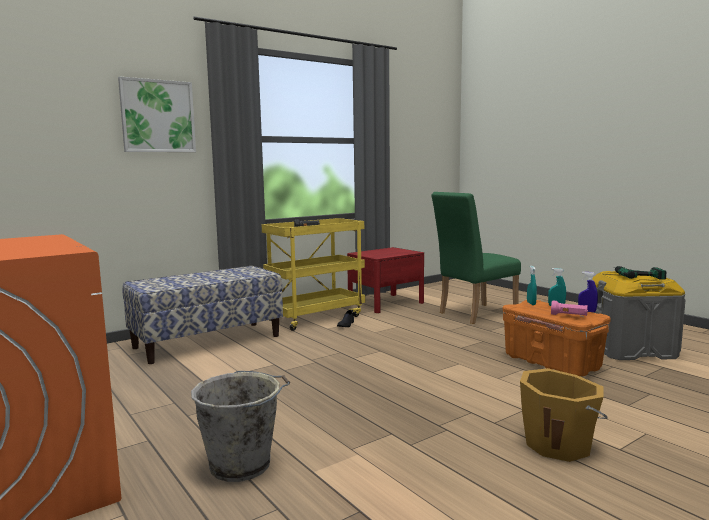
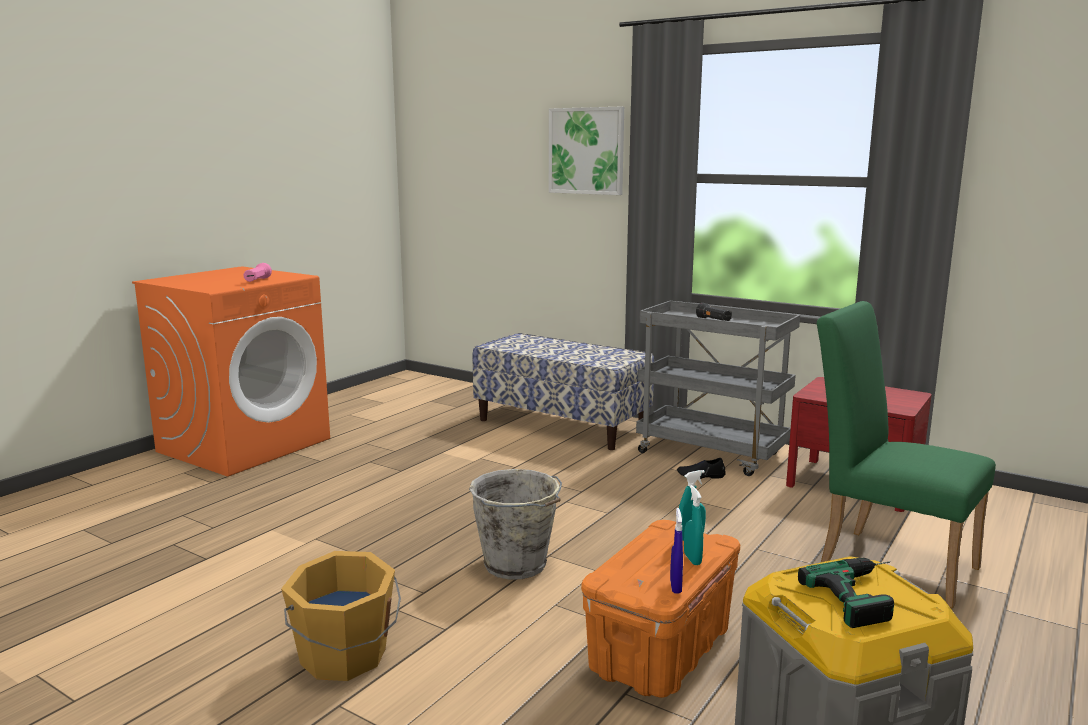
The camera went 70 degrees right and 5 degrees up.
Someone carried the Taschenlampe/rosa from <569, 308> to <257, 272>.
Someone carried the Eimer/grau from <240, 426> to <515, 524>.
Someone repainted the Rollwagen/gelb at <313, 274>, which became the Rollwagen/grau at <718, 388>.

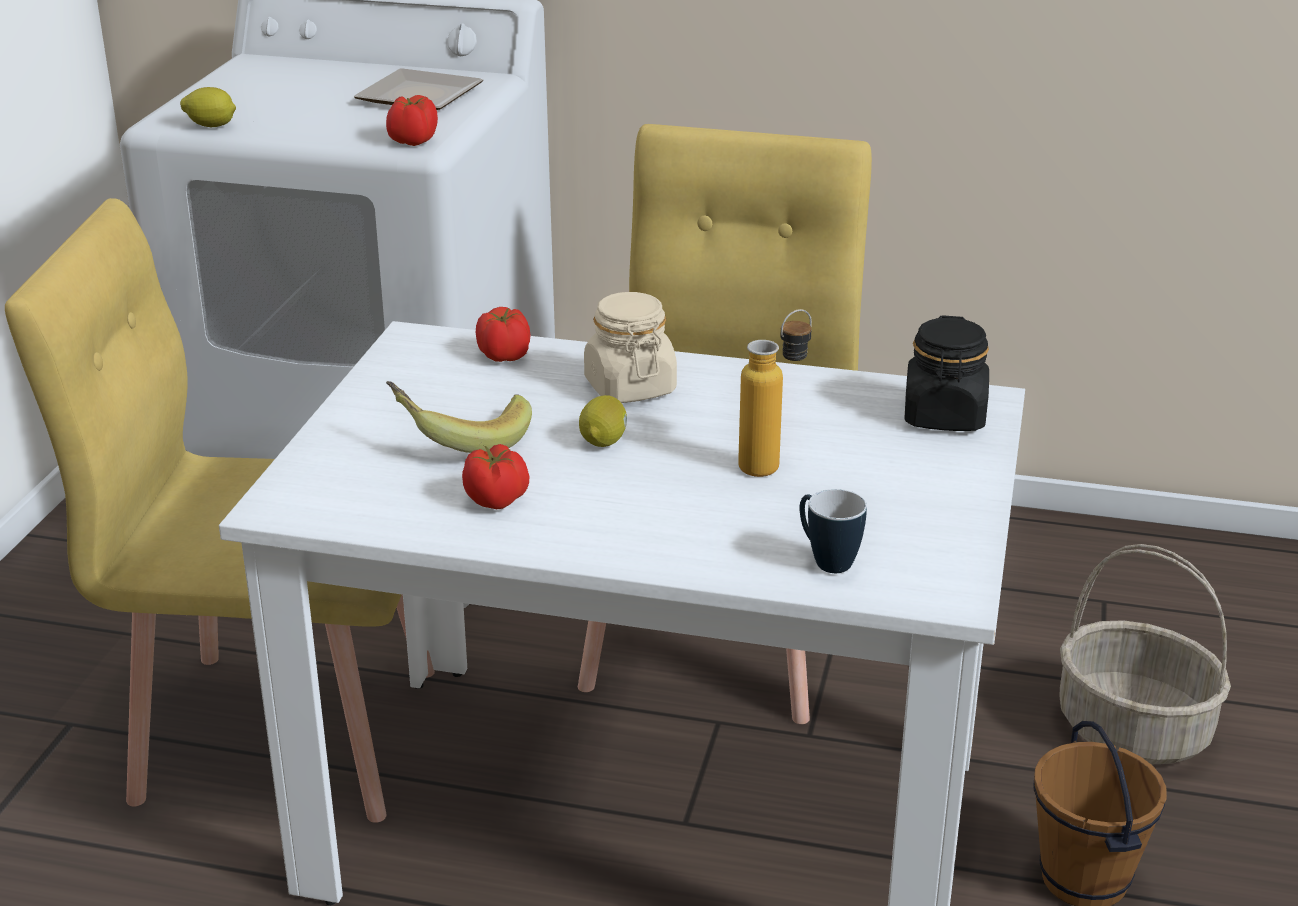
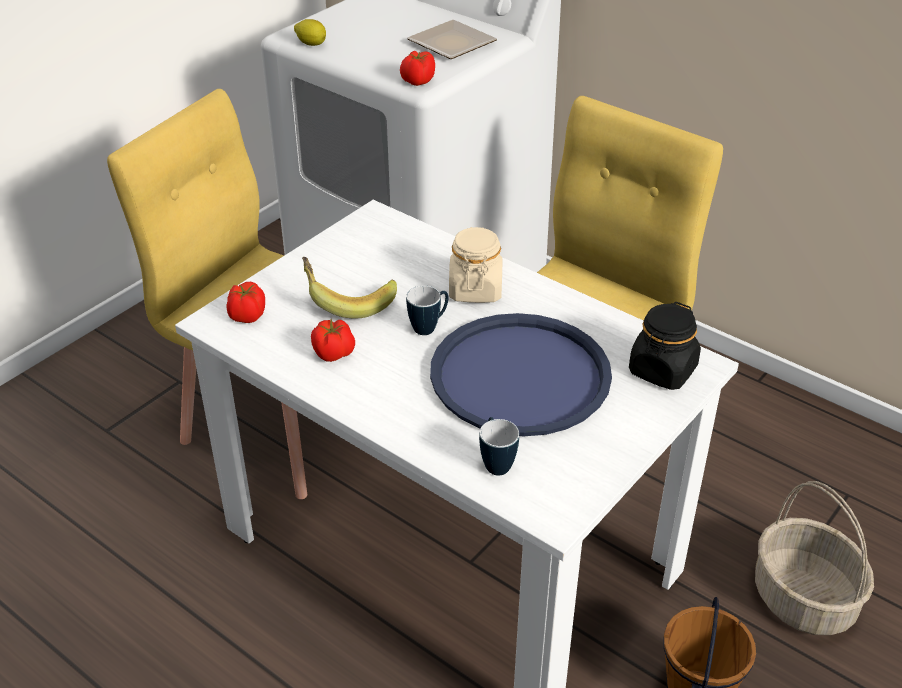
The camera went 25 degrees right and 10 degrees up.
Someone carried the Tomate from <503, 334> to <246, 302>.
Someone swapped the Zitrone at <603, 421> for the Henkelbecher at <427, 310>.
Someone swapped the Flasche at <775, 393> for the Tablett/blau at <521, 374>.

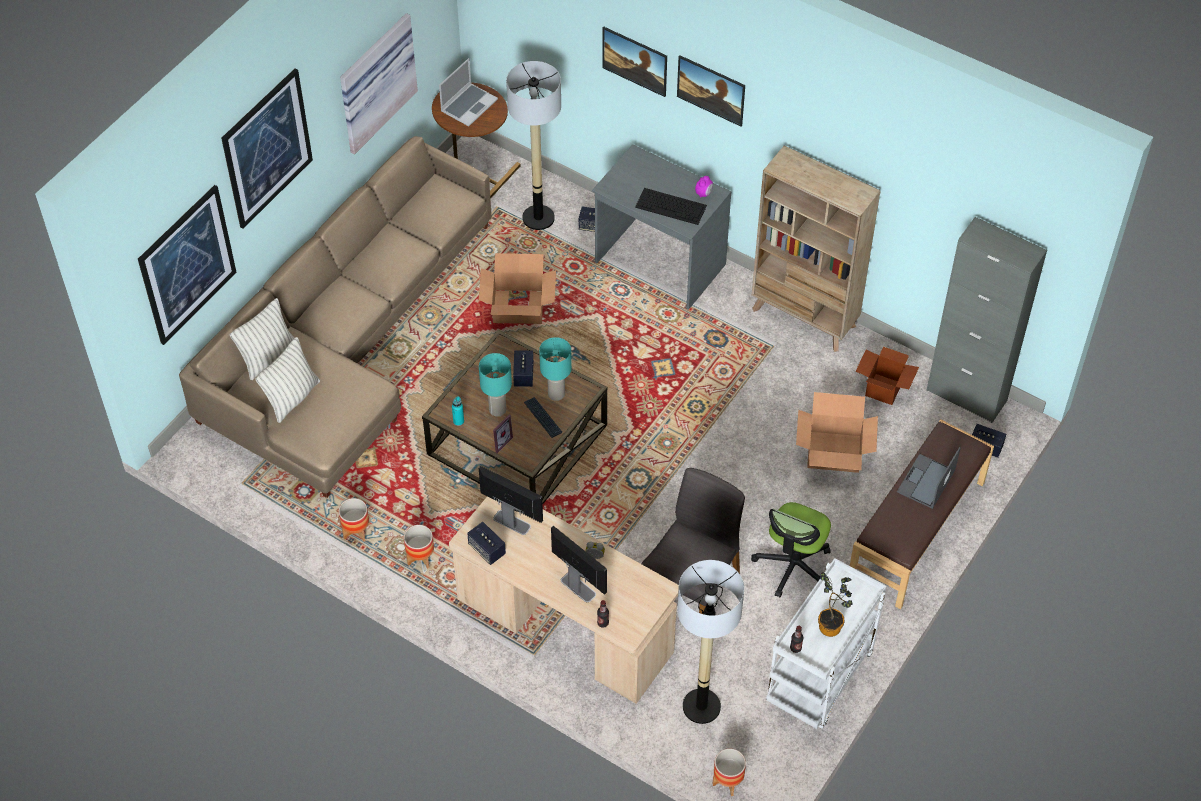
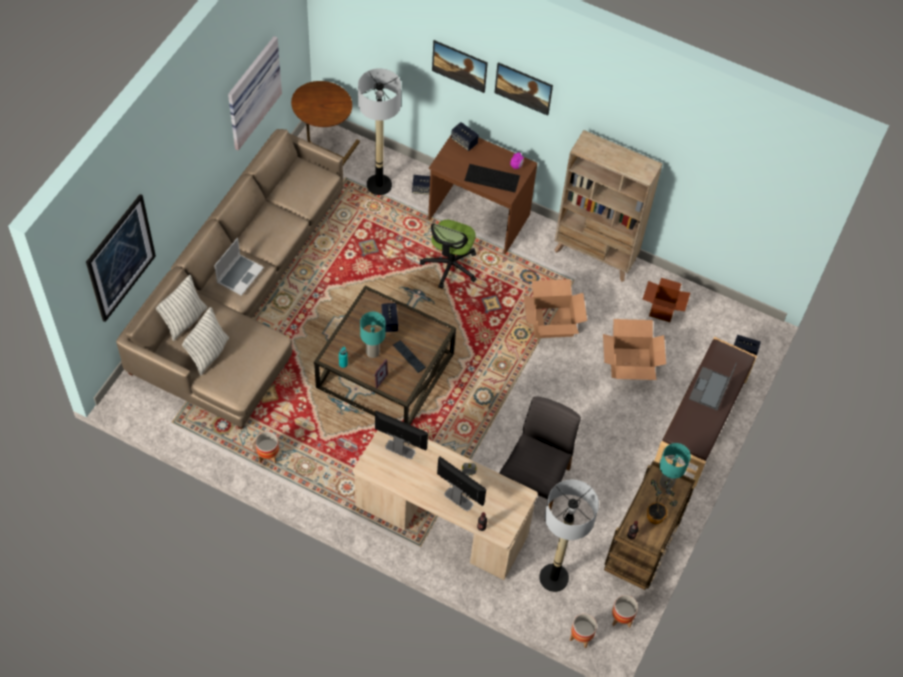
The camera went 10 degrees left and 5 degrees up.
Someone carried the Laptop from <468, 92> to <239, 267>.
Someone carried the Bürostuhl from <791, 550> to <448, 254>.
Someone repainted the Schreibtisch/grau at <661, 227>, which became the Schreibtisch/braun at <482, 194>.
Someone carried the Lautsprecher from <486, 543> to <465, 136>.
Someone carried the Karton from <517, 288> to <555, 308>.
Someone repainted the Rollwagen/weiß at <826, 643>, which became the Rollwagen/braun at <649, 525>.
Someone carried the Pflanzkübel from <419, 547> to <625, 611>.
Someone carried the Tischlampe/türkis from <555, 369> to <675, 466>.
Someone took away the Bild at <267, 148>.
Someone took away the Schrank/grau at <986, 320>.

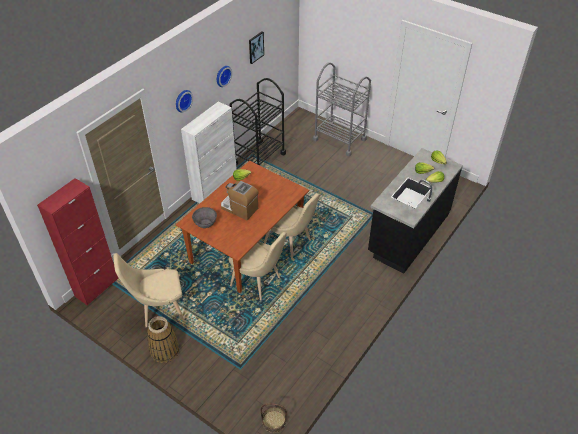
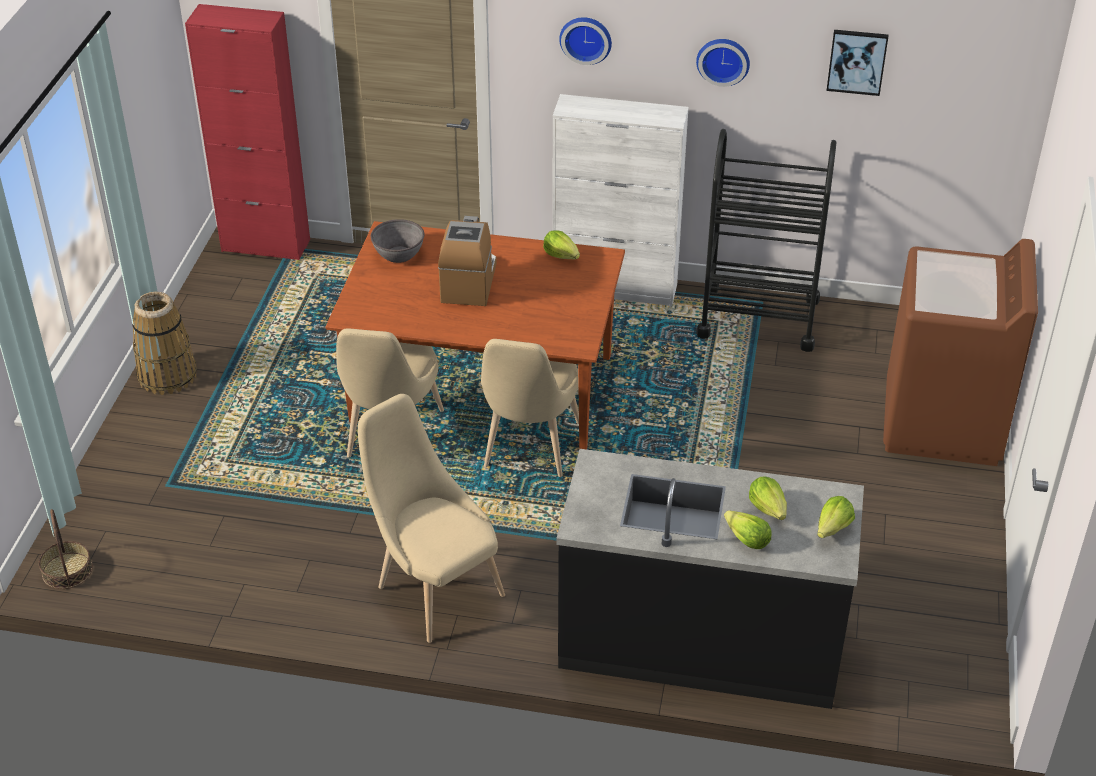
The camera went 65 degrees right and 5 degrees down.
Someone carried the Stuhl/beige from <148, 290> to <431, 518>.
Someone swapped the Rollwagen/grau at <342, 109> for the Waschmaschine/braun at <960, 352>.

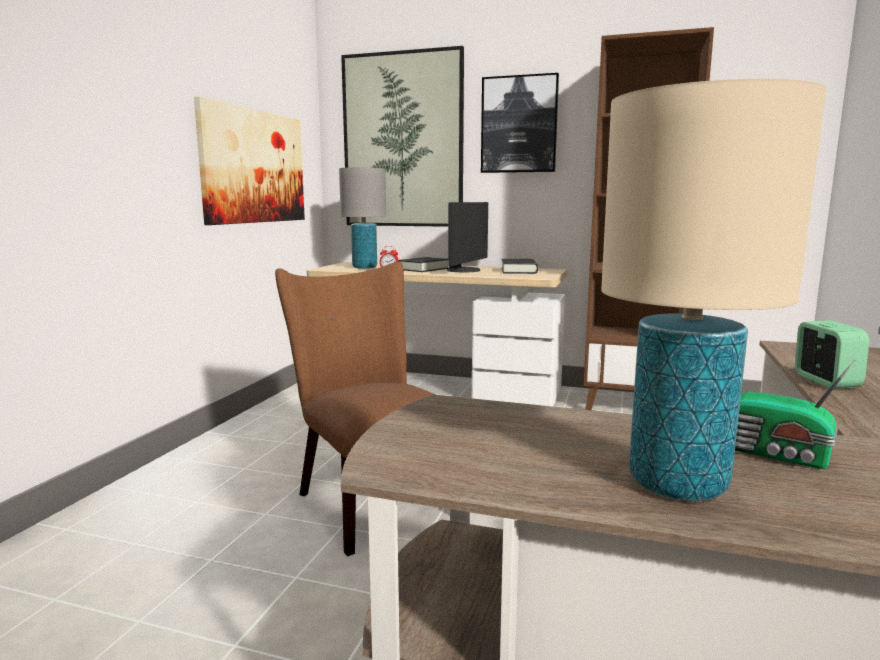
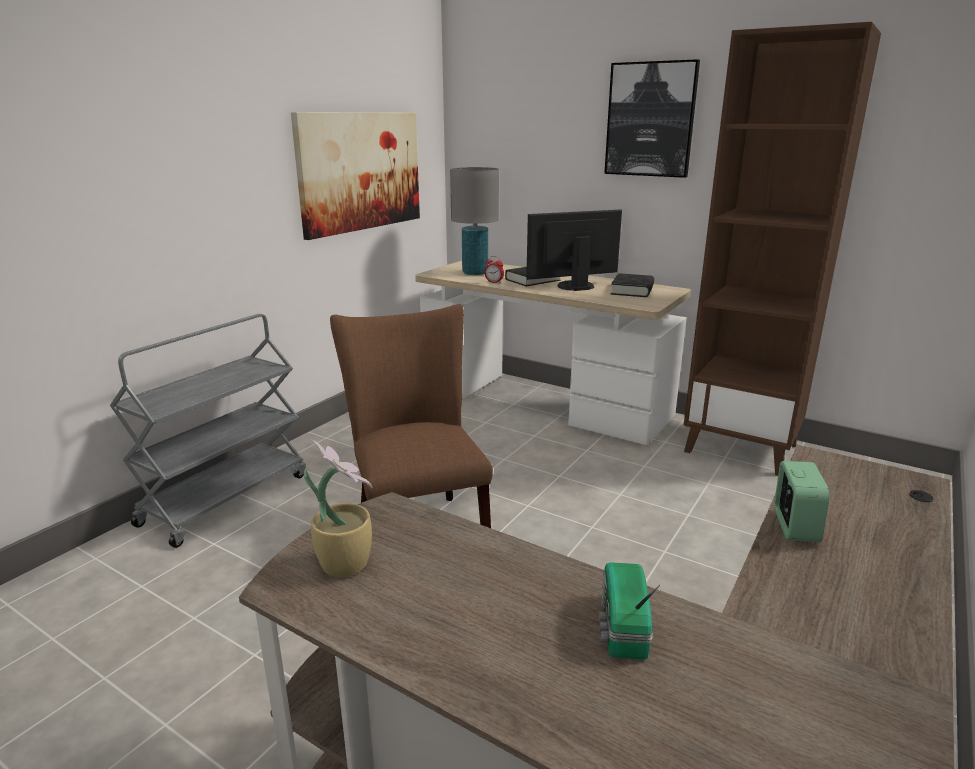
The camera went 15 degrees right and 10 degrees up.
Someone put down the Rollwagen/grau at <208, 431>.
Someone put down the Topfpflanze at <338, 508>.
Someone rotated the Monitor at <467, 237> by 150 degrees counterclockwise.
Someone rotated the Radio at <795, 414> by 45 degrees clockwise.
Someone took away the Bild at <402, 136>.
Someone took away the Tischlampe/beige at <713, 290>.

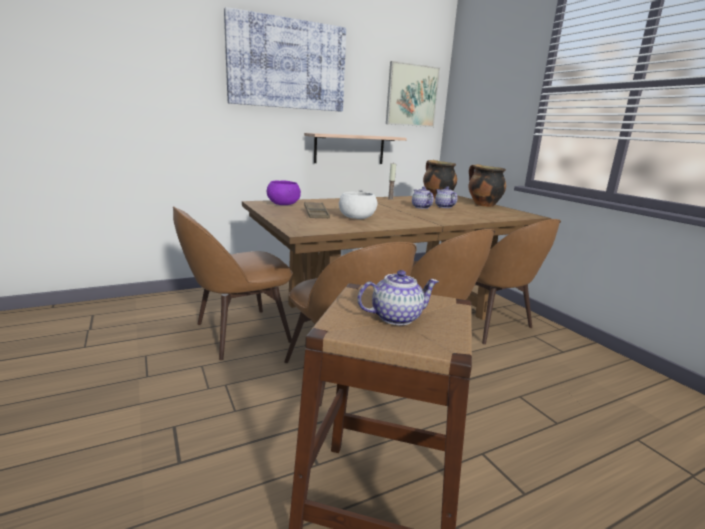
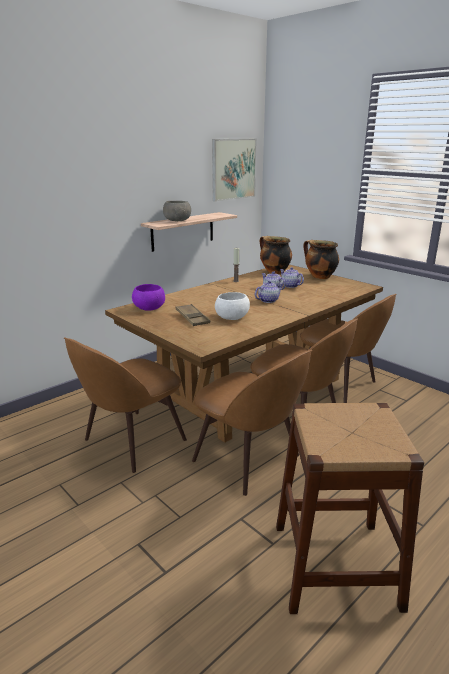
The camera went 15 degrees left and 5 degrees up.
Someone put down the Schüssel/grau at <177, 211>.
Someone carried the Teekanne from <398, 297> to <269, 292>.
Someone took away the Bild at <285, 59>.

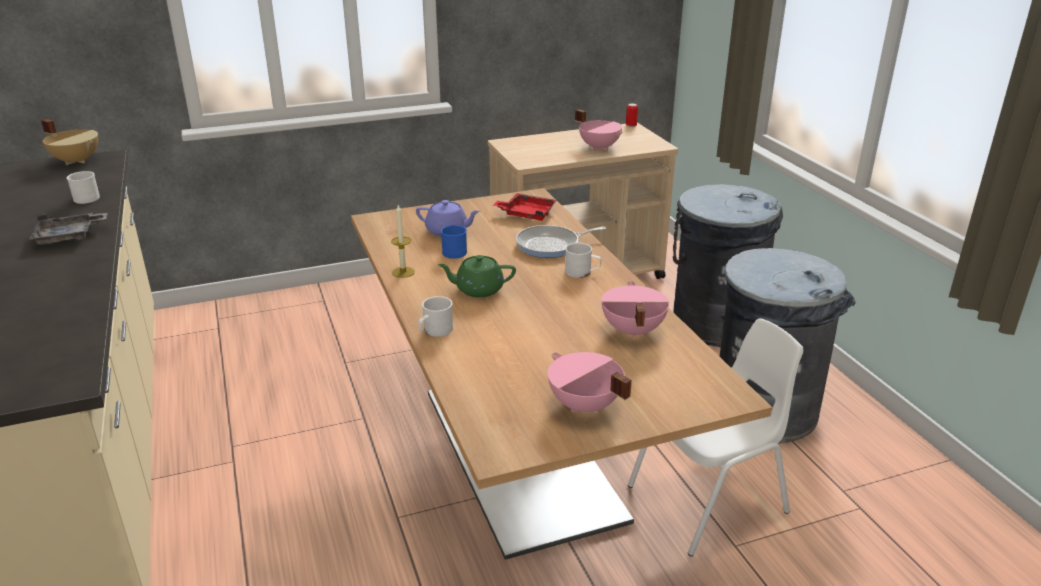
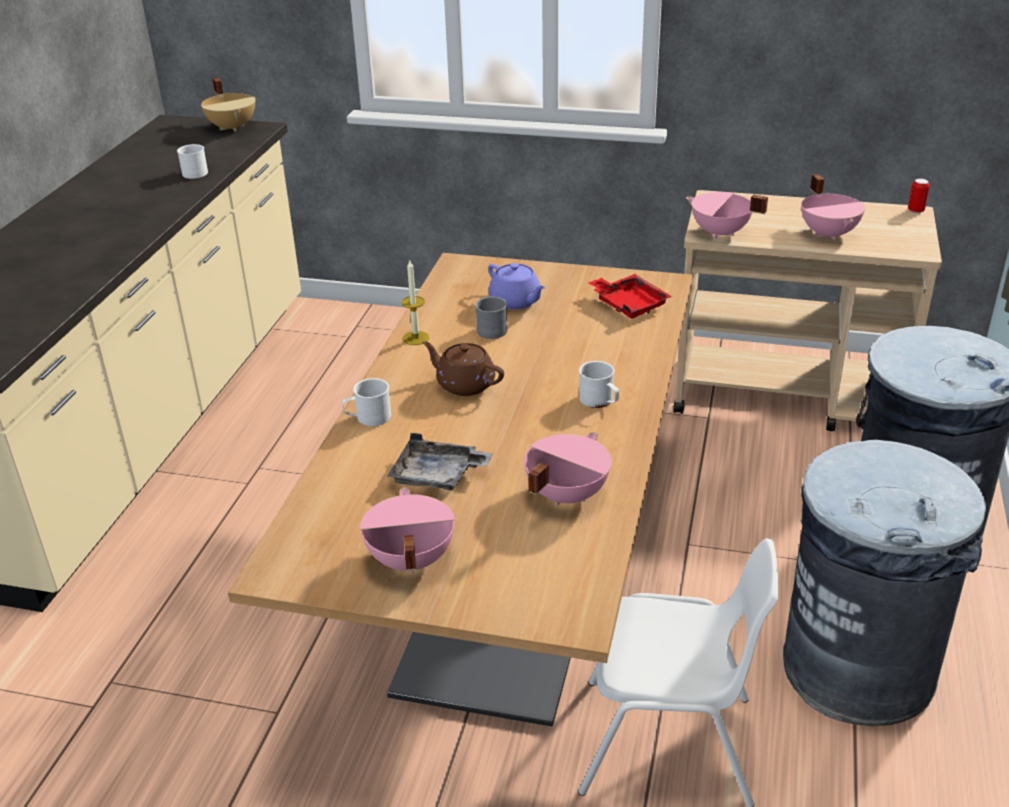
The camera went 35 degrees right and 5 degrees up.
Someone carried the Tablett/grau from <68, 228> to <440, 462>.
Someone repainted the Teekanne/grün at <477, 276>, which became the Teekanne/braun at <463, 368>.
Someone repainted the Henkelbecher/blau at <454, 242>, which became the Henkelbecher/grau at <491, 318>.
Someone put down the Kochtopf/rosa at <727, 215>.
Someone took away the Pfanne at <561, 241>.

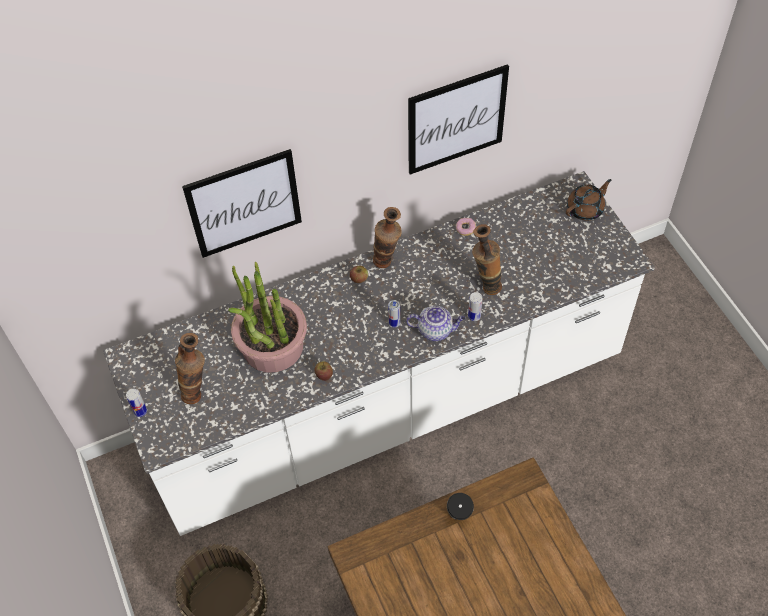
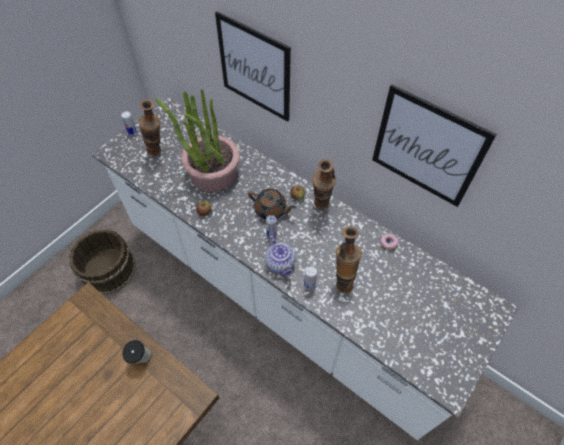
The camera went 60 degrees right and 0 degrees up.
Someone carried the Teekanne/braun from <589, 199> to <272, 204>.

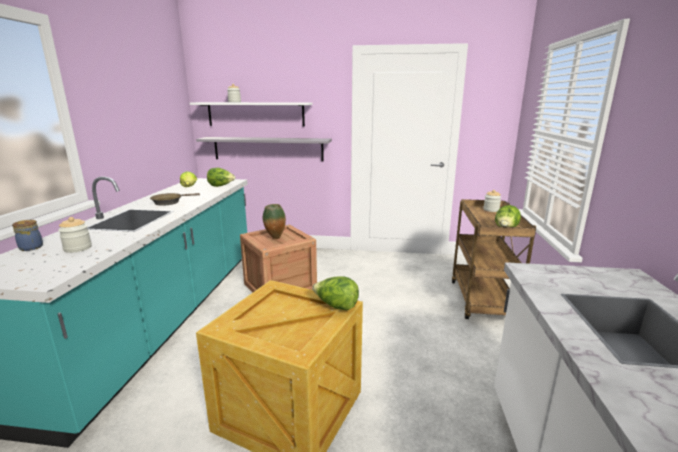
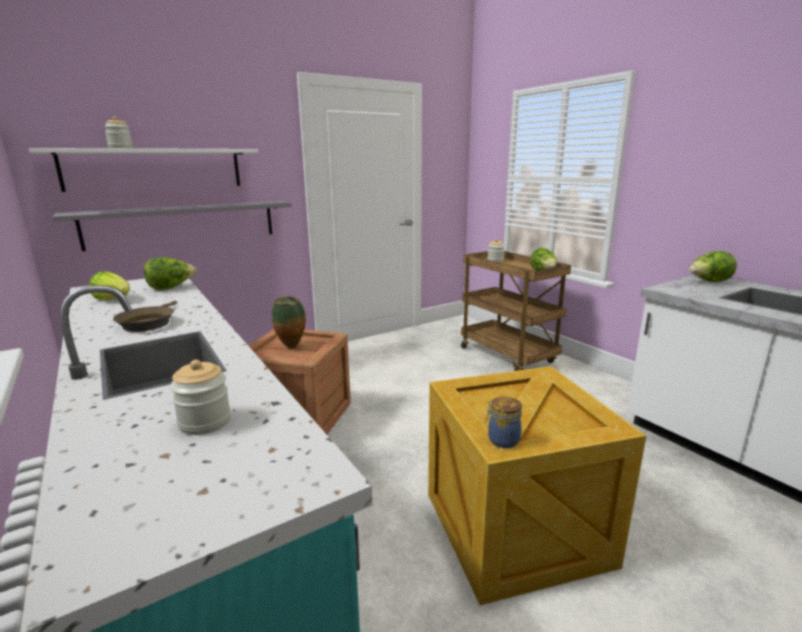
The camera went 40 degrees left and 0 degrees up.
Someone carried the Vorratsglas from <27, 235> to <503, 422>.
Someone carried the Salatkopf from <335, 293> to <713, 266>.

